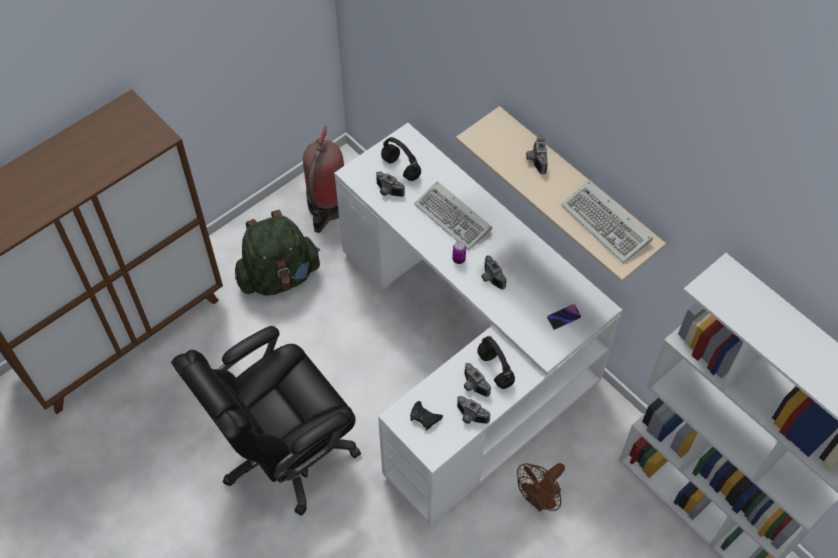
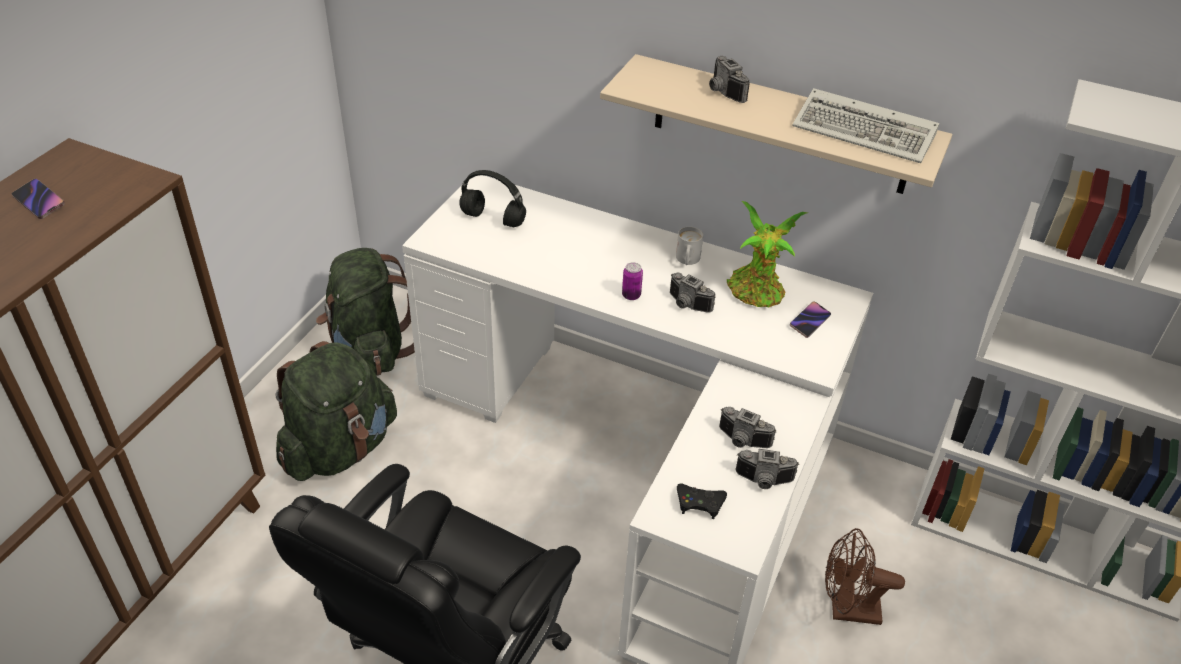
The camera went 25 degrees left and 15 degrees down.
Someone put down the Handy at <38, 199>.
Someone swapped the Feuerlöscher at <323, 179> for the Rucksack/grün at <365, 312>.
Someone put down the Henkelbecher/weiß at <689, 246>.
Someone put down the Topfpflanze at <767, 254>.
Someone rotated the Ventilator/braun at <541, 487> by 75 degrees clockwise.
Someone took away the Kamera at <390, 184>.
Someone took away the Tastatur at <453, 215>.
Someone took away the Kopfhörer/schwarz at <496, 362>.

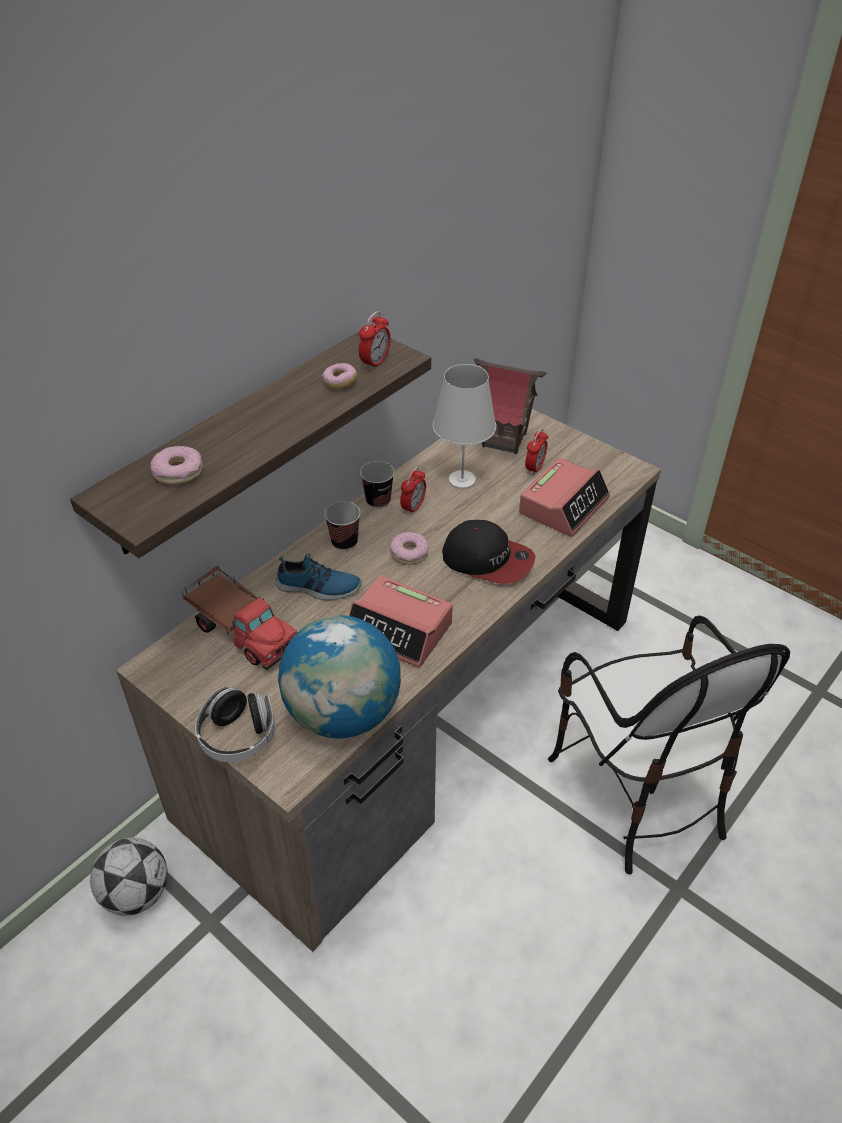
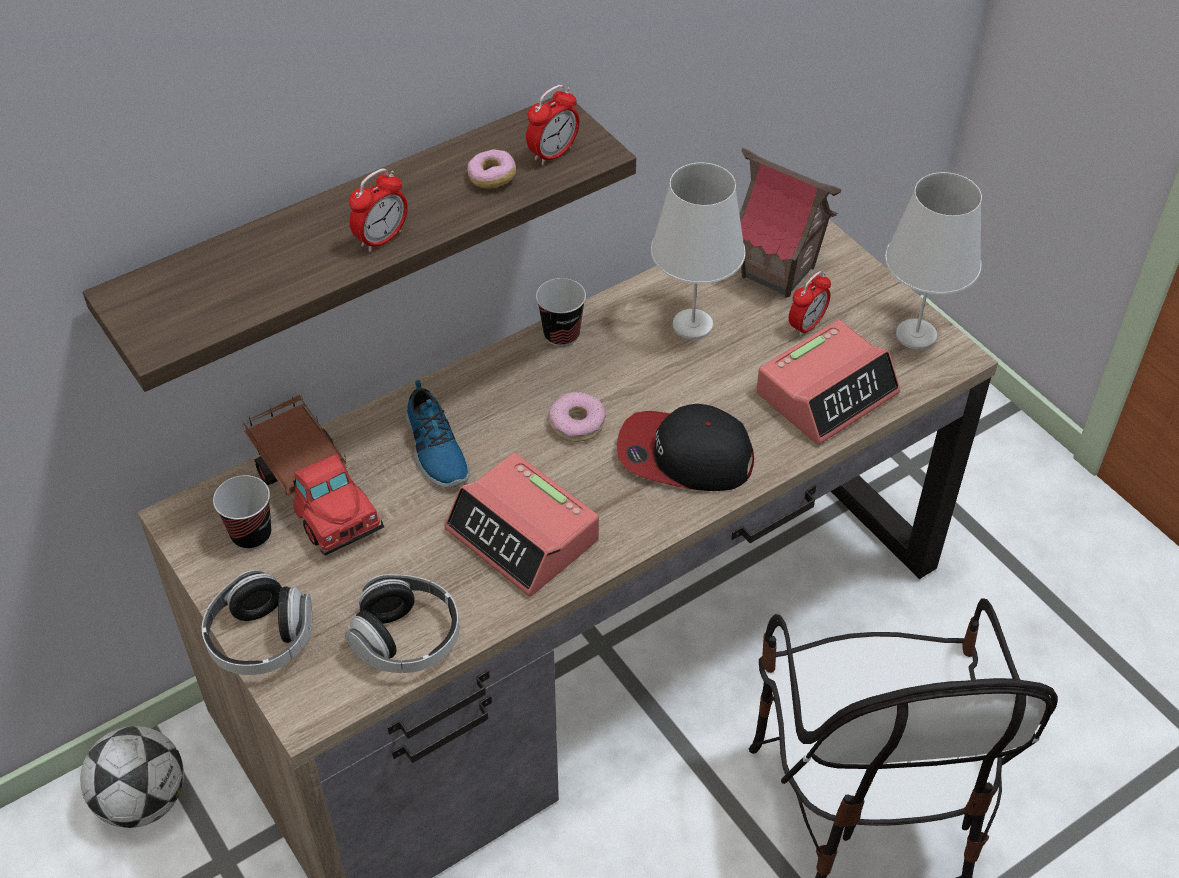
The camera went 15 degrees right and 5 degrees up.
Someone carried the Tasse from <342, 526> to <242, 512>.
Someone swapped the Globus at <339, 677> for the Kopfhörer at <402, 623>.
Someone carried the Wecker from <413, 491> to <378, 210>.
Someone rotated the Schuh at <318, 576> by 45 degrees clockwise.
Someone rotated the Kappe at <489, 552> by 150 degrees clockwise.
Someone put down the Tischlampe/weiß at <933, 261>.
Someone took away the Donut at <177, 465>.

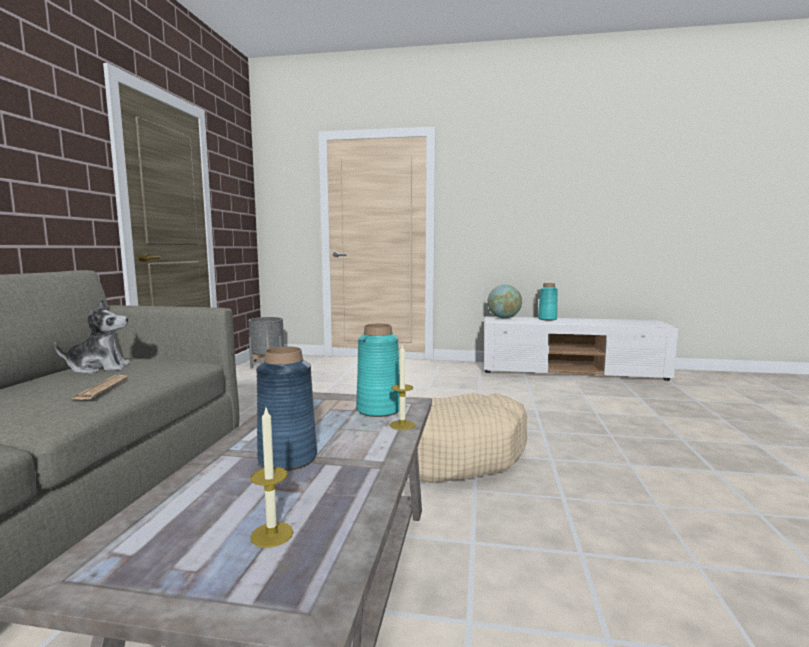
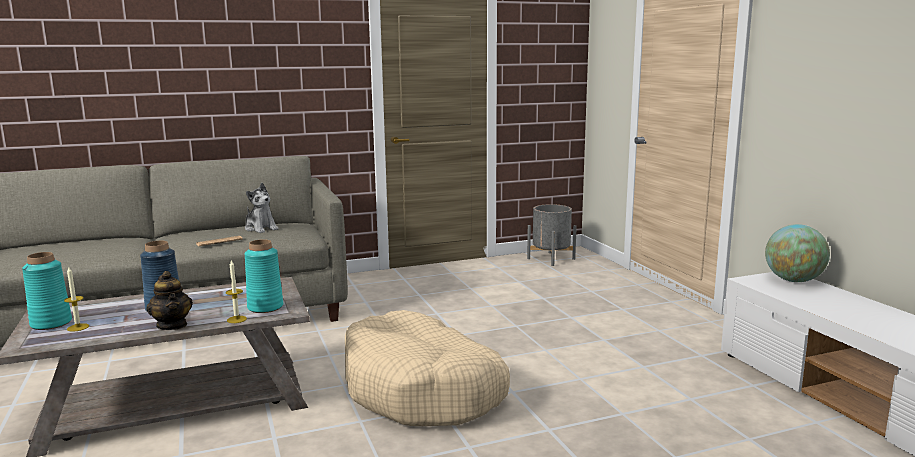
The camera went 60 degrees right and 5 degrees up.
Someone carried the Vase/türkis from <548, 301> to <47, 291>.
Someone put down the Teekanne at <169, 300>.

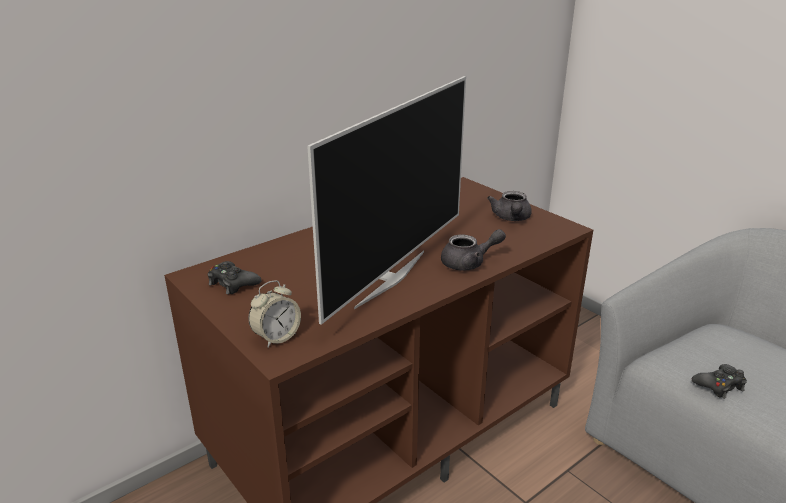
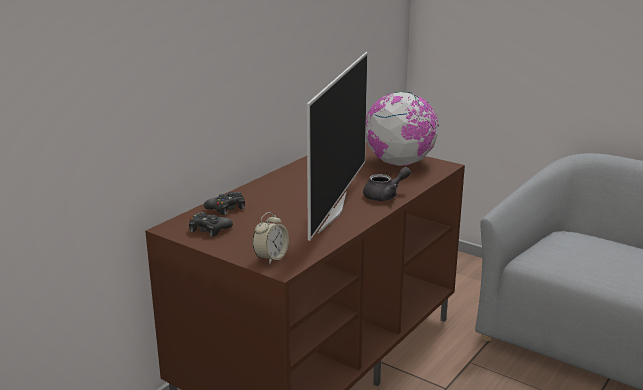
The camera went 15 degrees left and 5 degrees down.
Someone carried the Gamepad/schwarz from <719, 381> to <224, 203>.
Someone swapped the Teekanne/grau at <509, 206> for the Globus at <402, 129>.

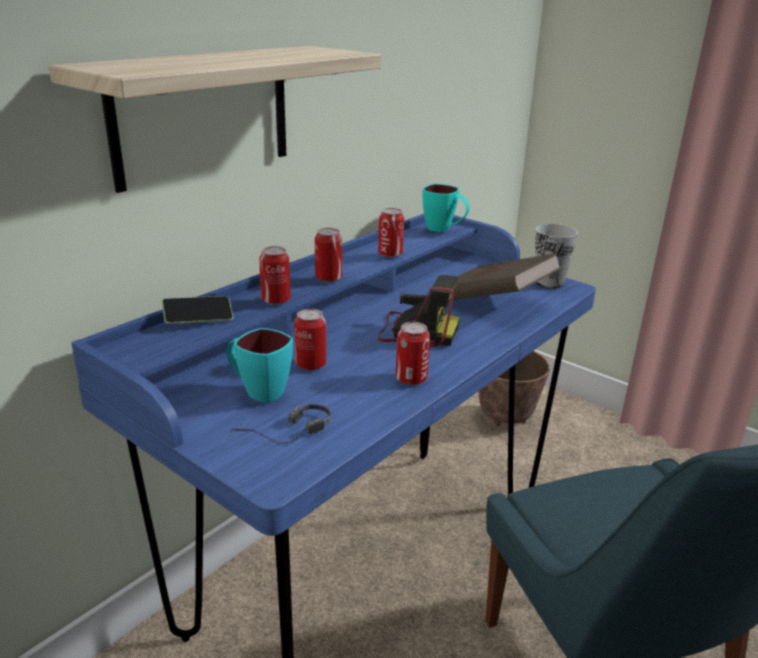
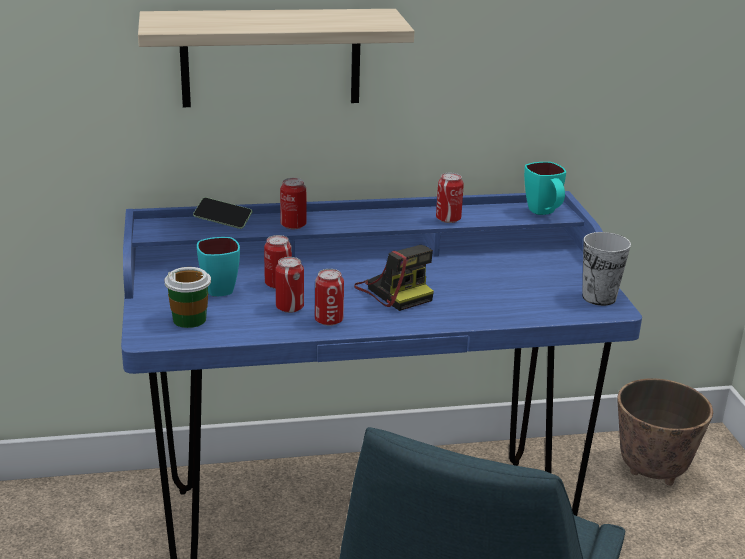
The camera went 40 degrees right and 0 degrees up.
Someone swapped the Kopfhörer at <281, 424> for the Tasse at <187, 297>.
Someone carried the Dose from <328, 255> to <289, 285>.
Someone took away the Buch/braun at <507, 276>.

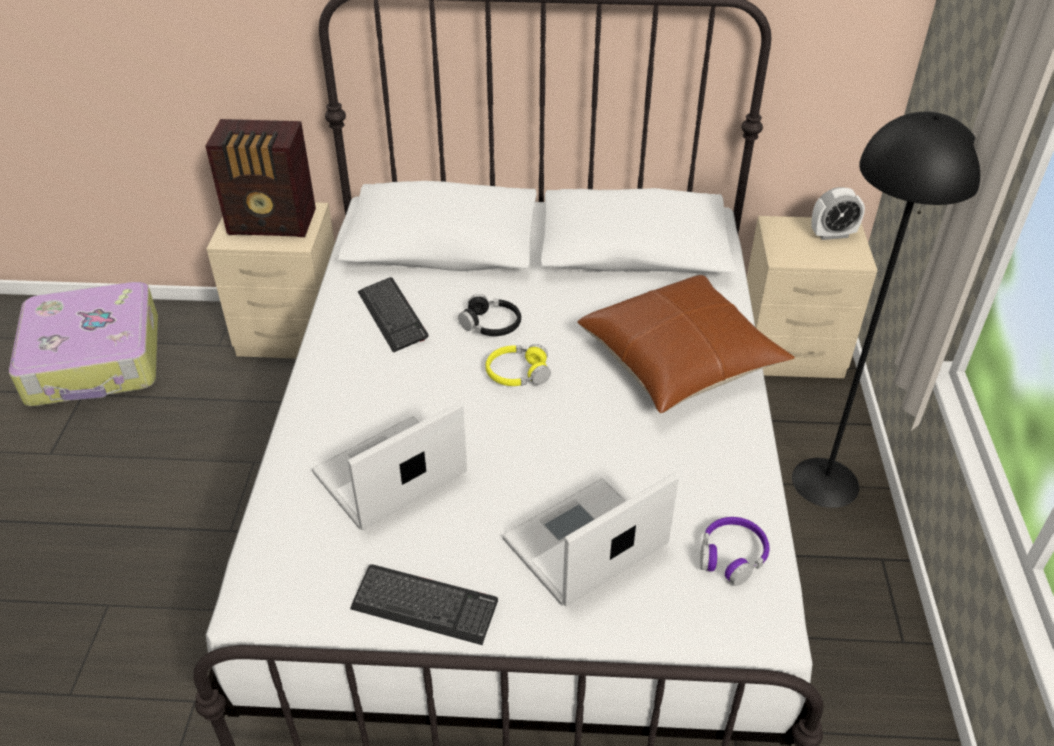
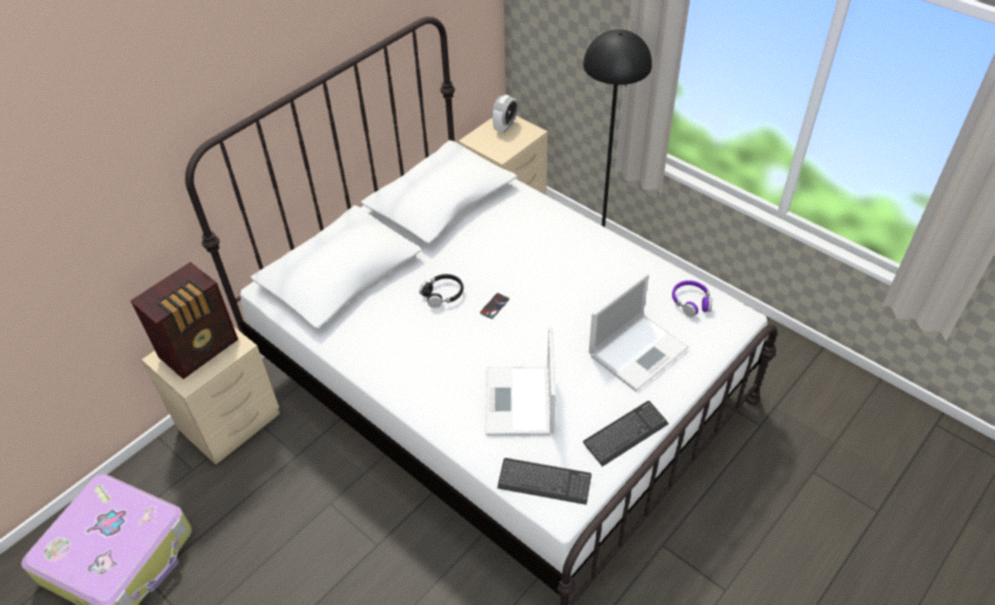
The camera went 50 degrees left and 5 degrees up.
Someone swapped the Kopfhörer/gelb at <518, 365> for the Handy at <494, 306>.
Someone carried the Tastatur from <393, 315> to <544, 481>.
Someone rotated the Laptop at <590, 540> by 135 degrees counterclockwise.
Someone took away the Kissen/braun at <686, 344>.

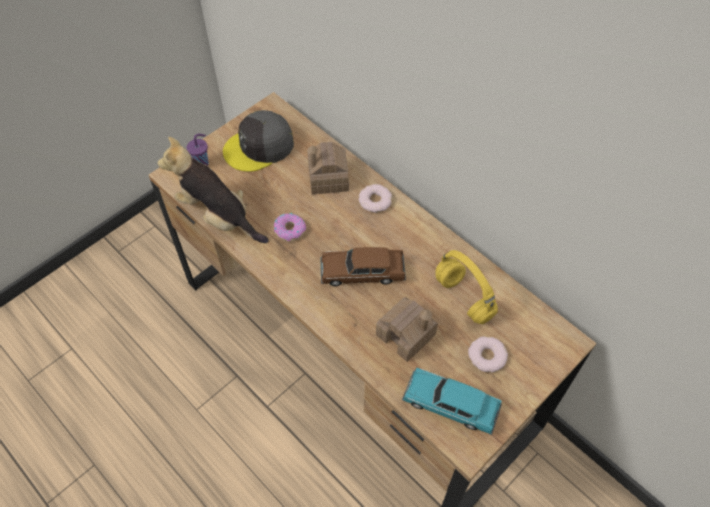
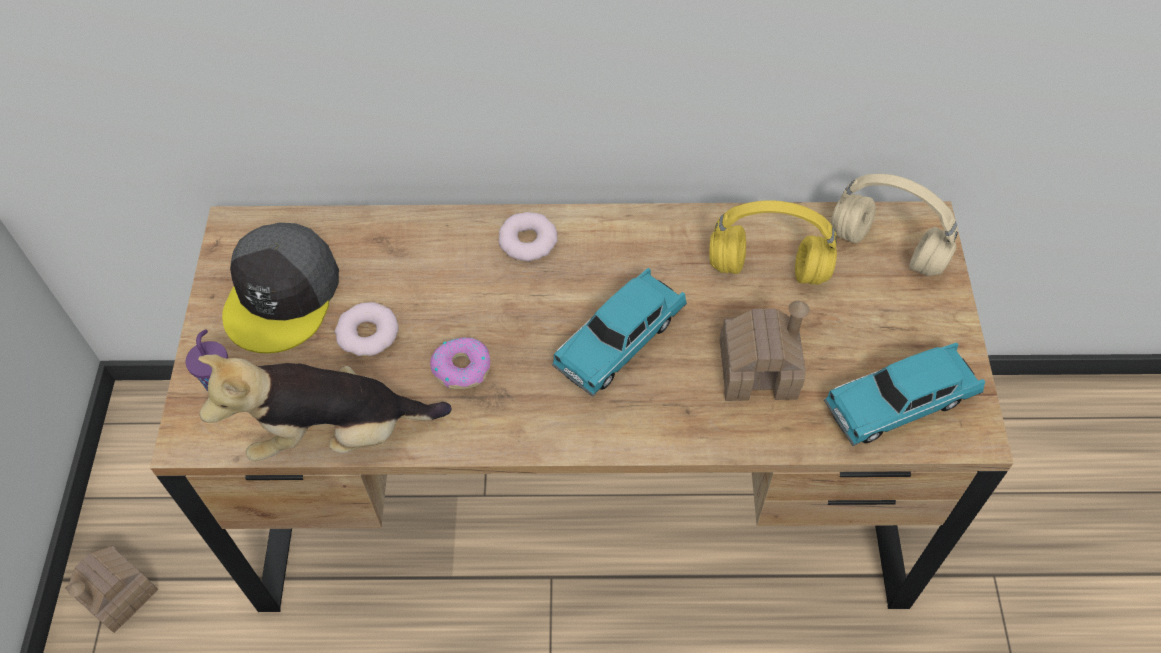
The camera went 45 degrees left and 0 degrees up.
Someone carried the Spielzeughaus from <328, 168> to <111, 589>.
Someone carried the Donut from <488, 354> to <367, 329>.
Someone repainted the Spielzeugauto/braun at <363, 266>, which became the Spielzeugauto/türkis at <619, 332>.
Someone put down the Kopfhörer/beige at <894, 225>.

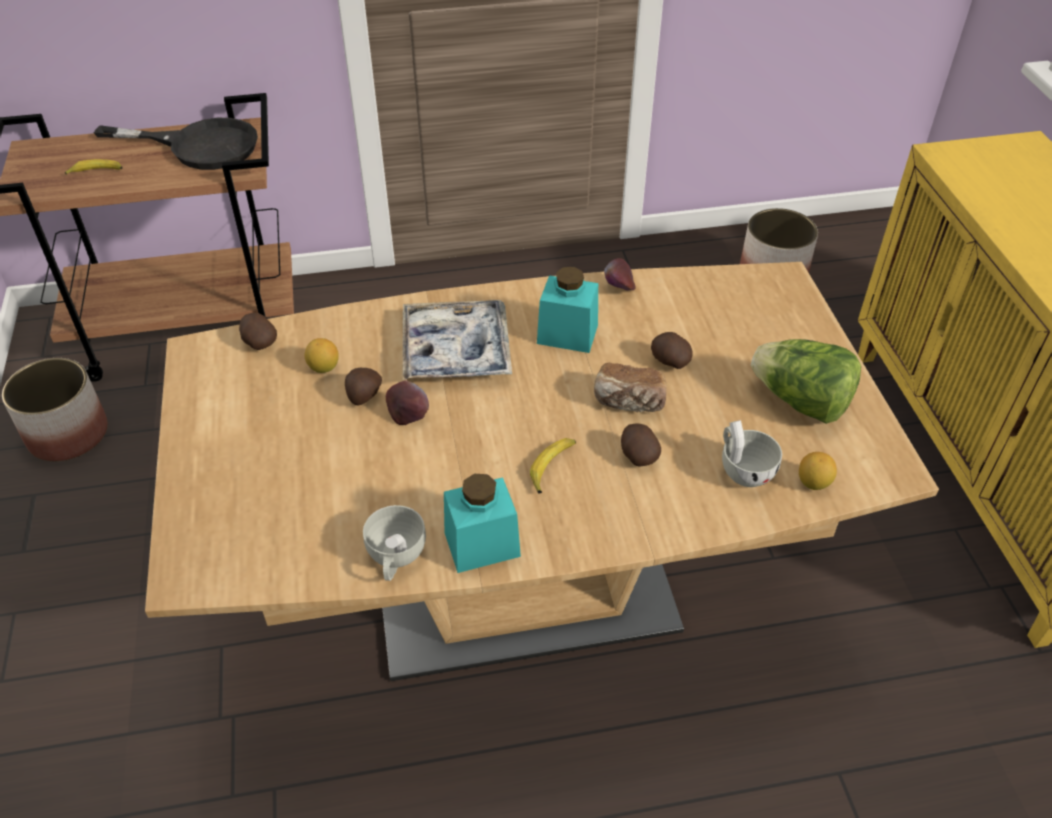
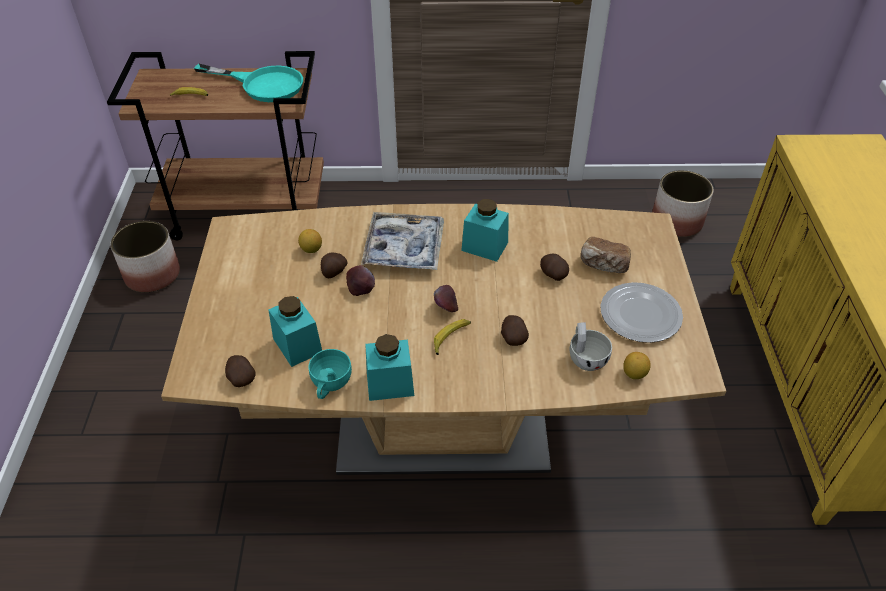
The camera went 10 degrees right and 0 degrees up.
Someone repainted the Pfanne/schwarz at <176, 144>, which became the Pfanne/türkis at <248, 83>.
Someone carried the Kartoffel from <258, 331> to <240, 371>.
Someone put down the Vorratsglas/türkis at <295, 331>.
Someone repainted the Tasse/weiß at <394, 543>, which became the Tasse/türkis at <330, 374>.
Someone carried the Apfel from <620, 274> to <446, 298>.
Someone carried the Brot from <630, 387> to <606, 255>.
Someone swapped the Salatkopf at <806, 381> for the Teller at <641, 312>.

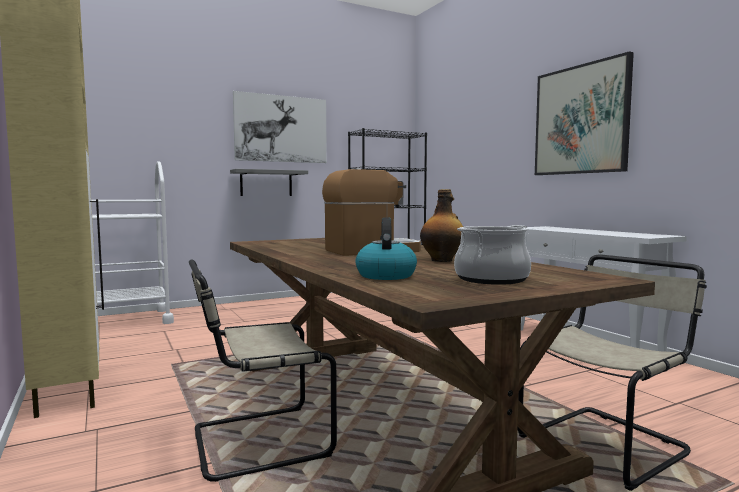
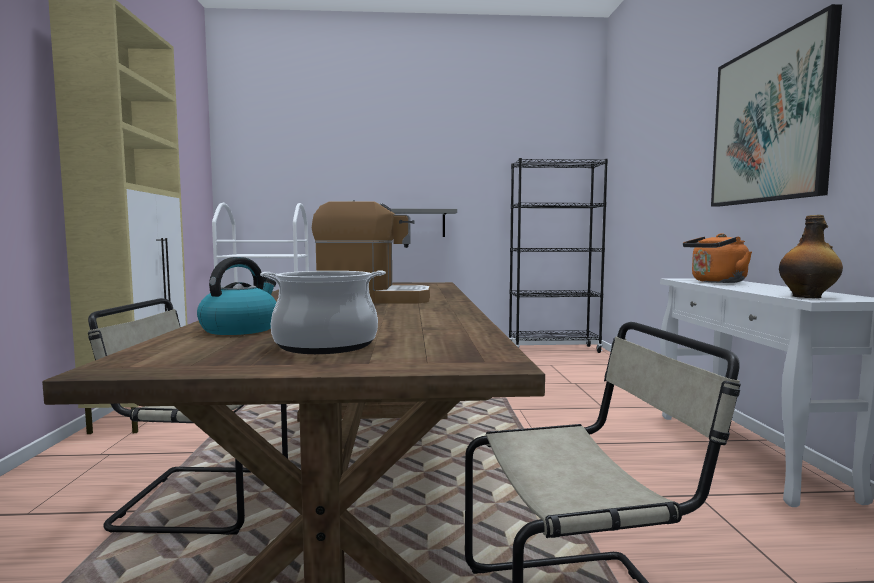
The camera went 25 degrees right and 0 degrees up.
Someone put down the Wasserkessel/orange at <717, 258>.
Someone carried the Flasche from <441, 225> to <811, 256>.
Someone took away the Bild at <280, 127>.

